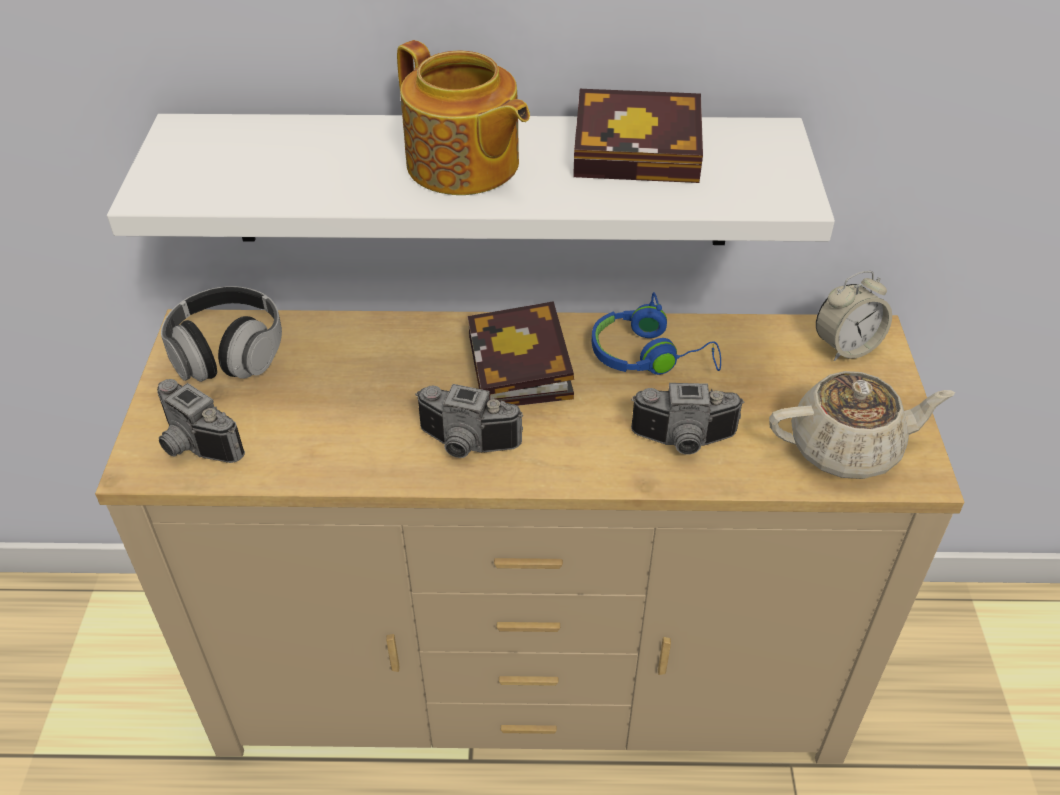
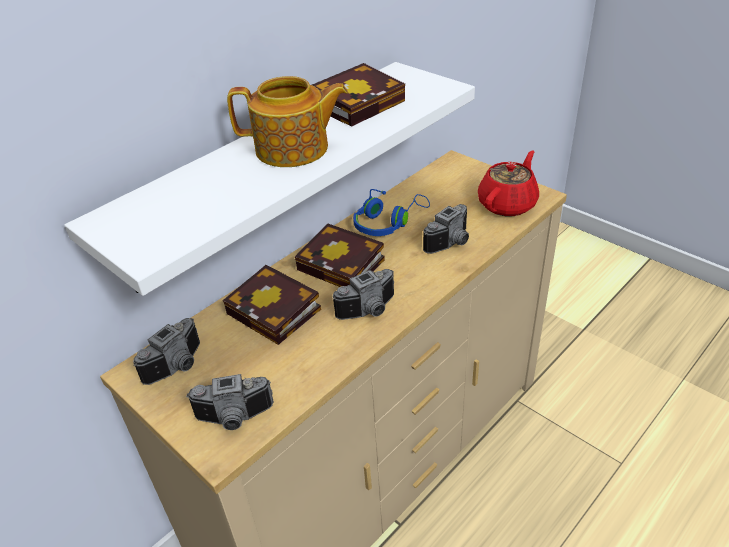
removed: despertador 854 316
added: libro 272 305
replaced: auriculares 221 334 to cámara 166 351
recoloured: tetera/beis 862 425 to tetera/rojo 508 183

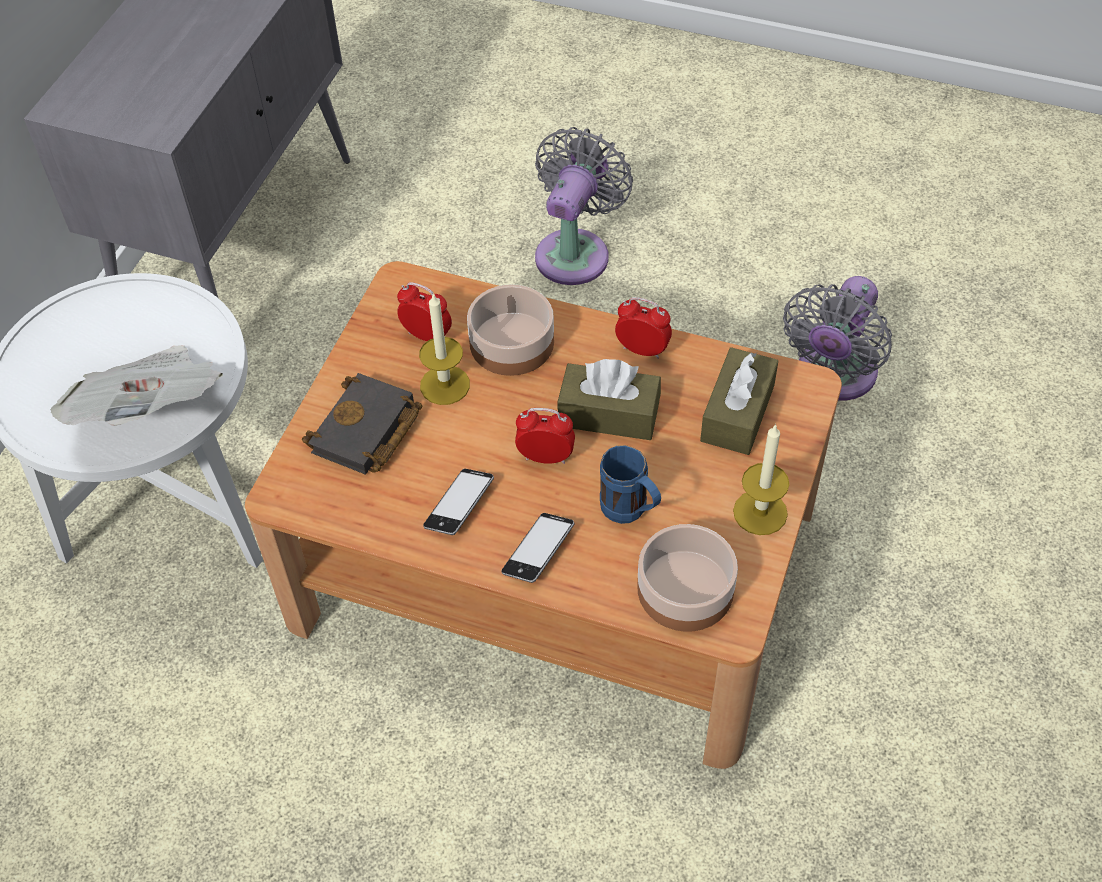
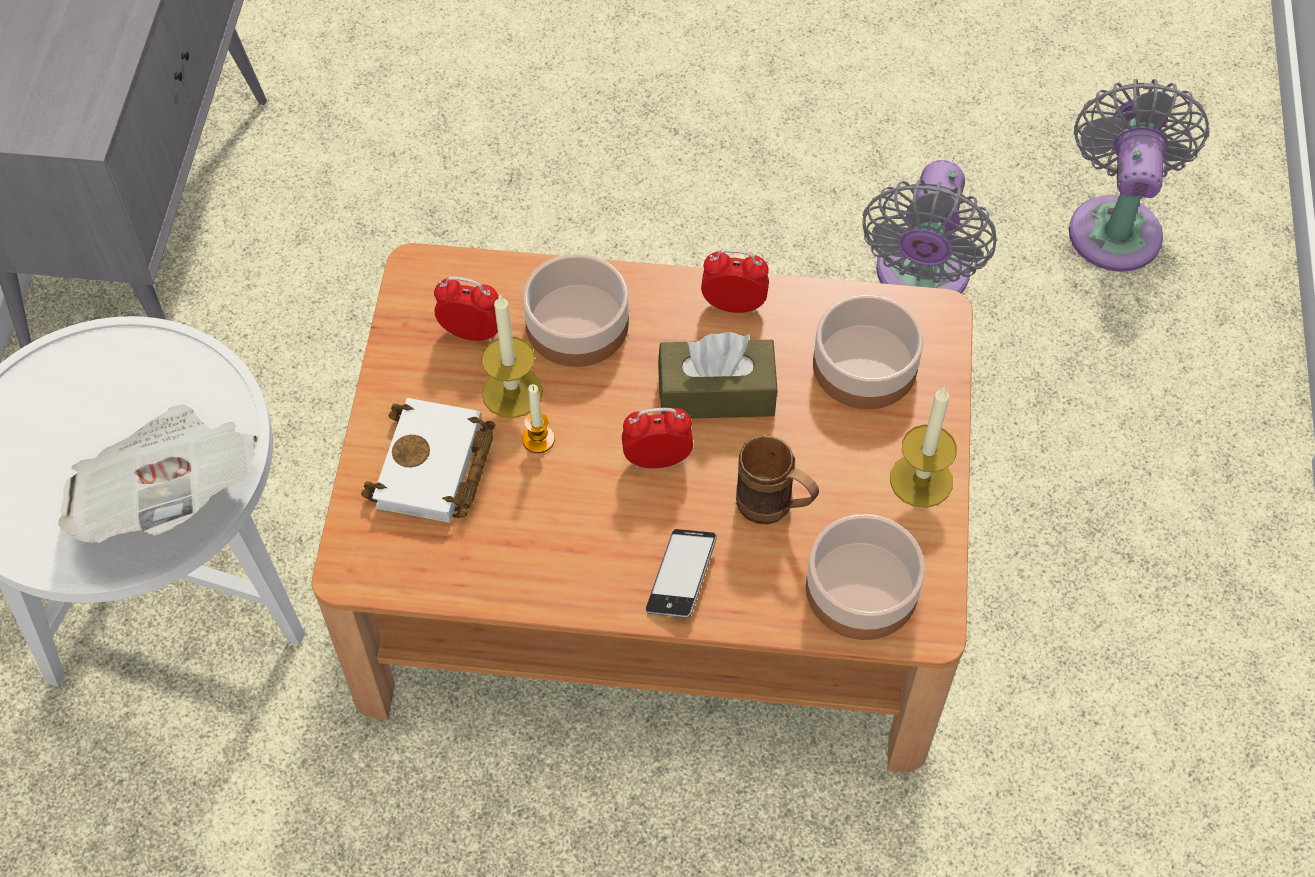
removed: móvil 458 502
added: vela 538 418
moved: ventilador/gris 584 206 to 1139 175
replaced: caja de pañuelos/marrón 739 401 to cuenco 868 351
recoloured: libro/negro 362 424 to libro/blanco 428 460; taza grande/azul 630 484 to taza grande/marrón 777 480

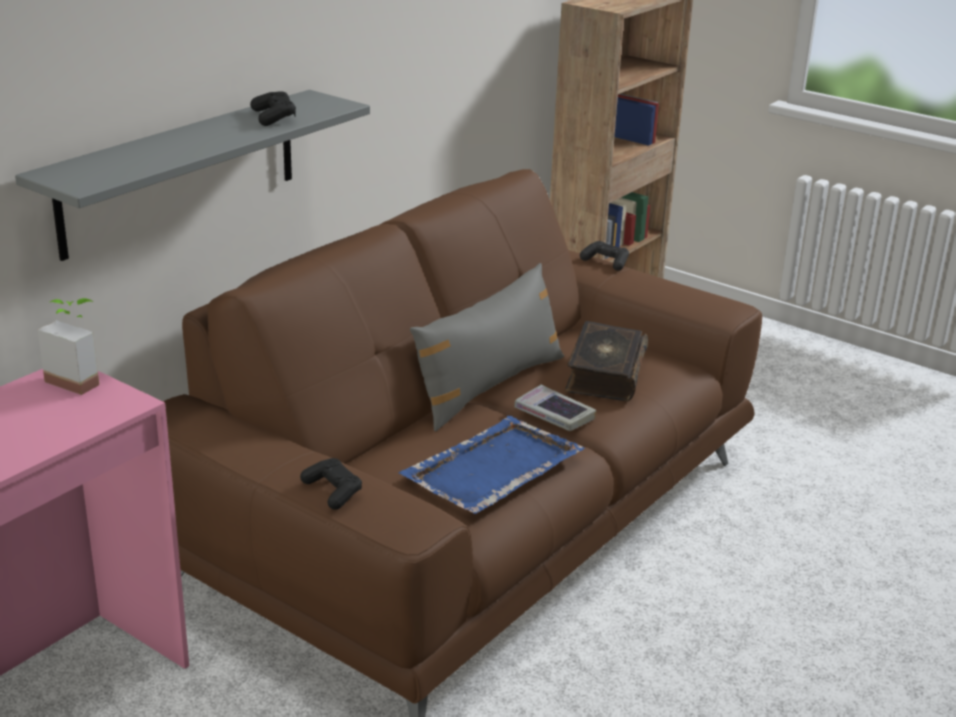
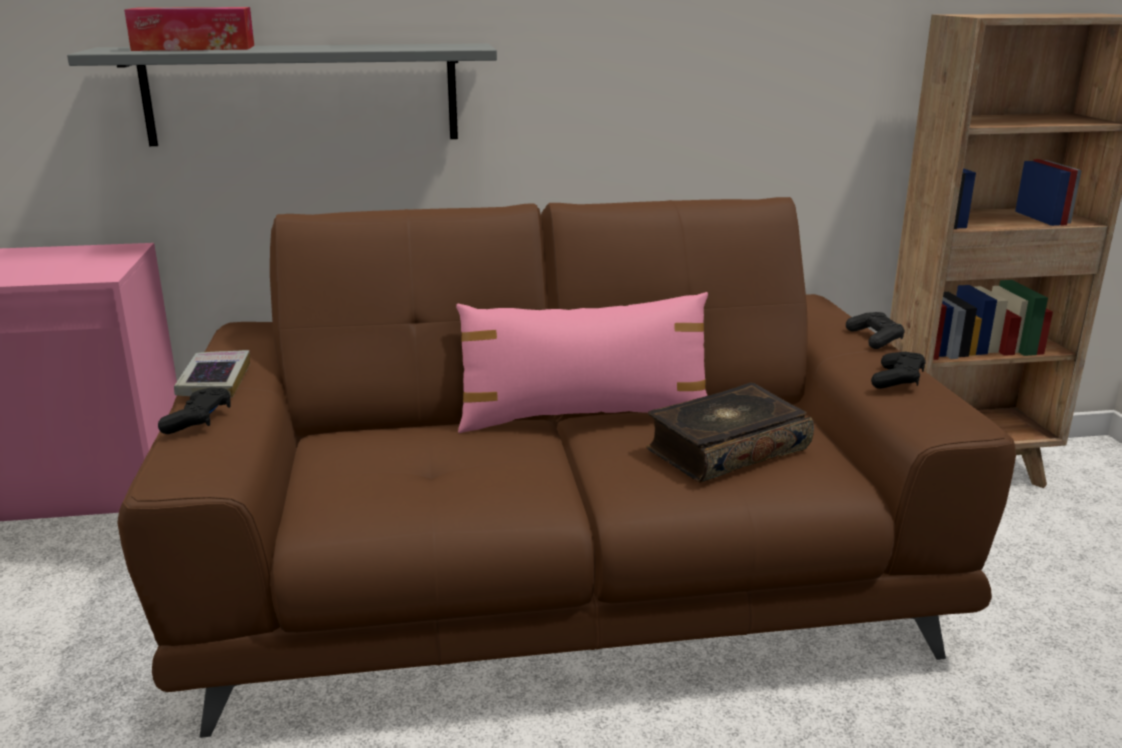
removed: planta en maceta 68 346; bandeja/azul 492 465
added: caja de pañuelos 189 29
moved: libro 555 408 to 212 374; mando de consola/negro 273 108 to 898 370
recoloured: cojín/gris 487 347 to cojín/rosa 582 362

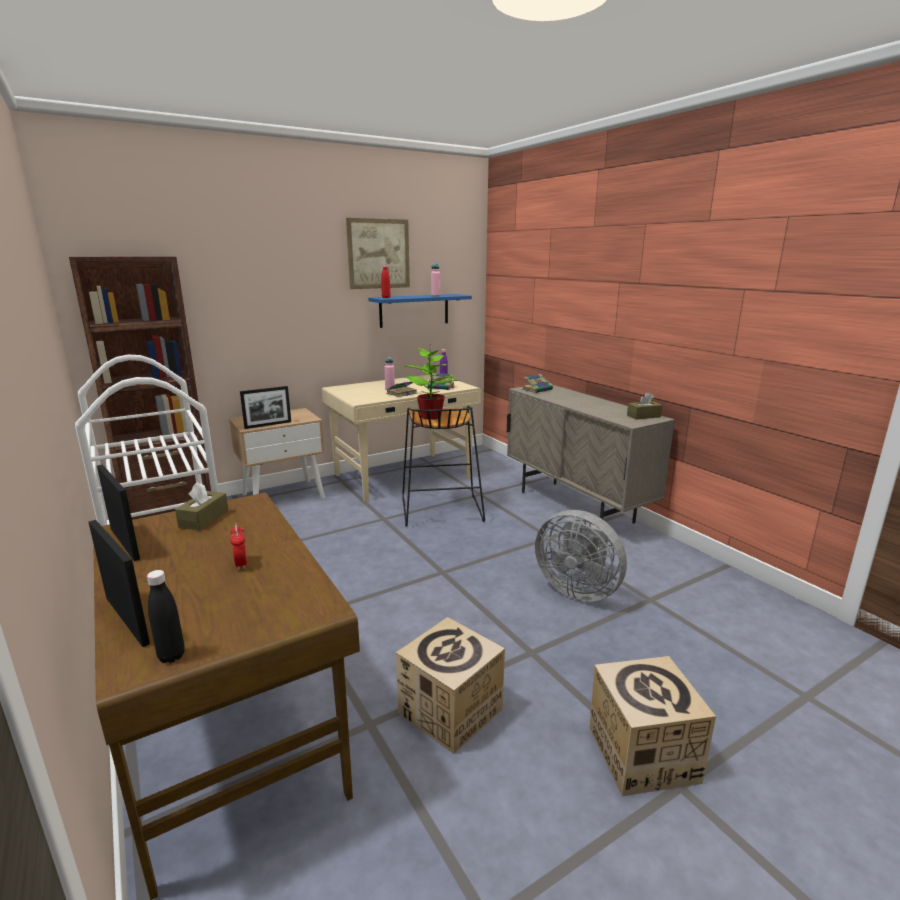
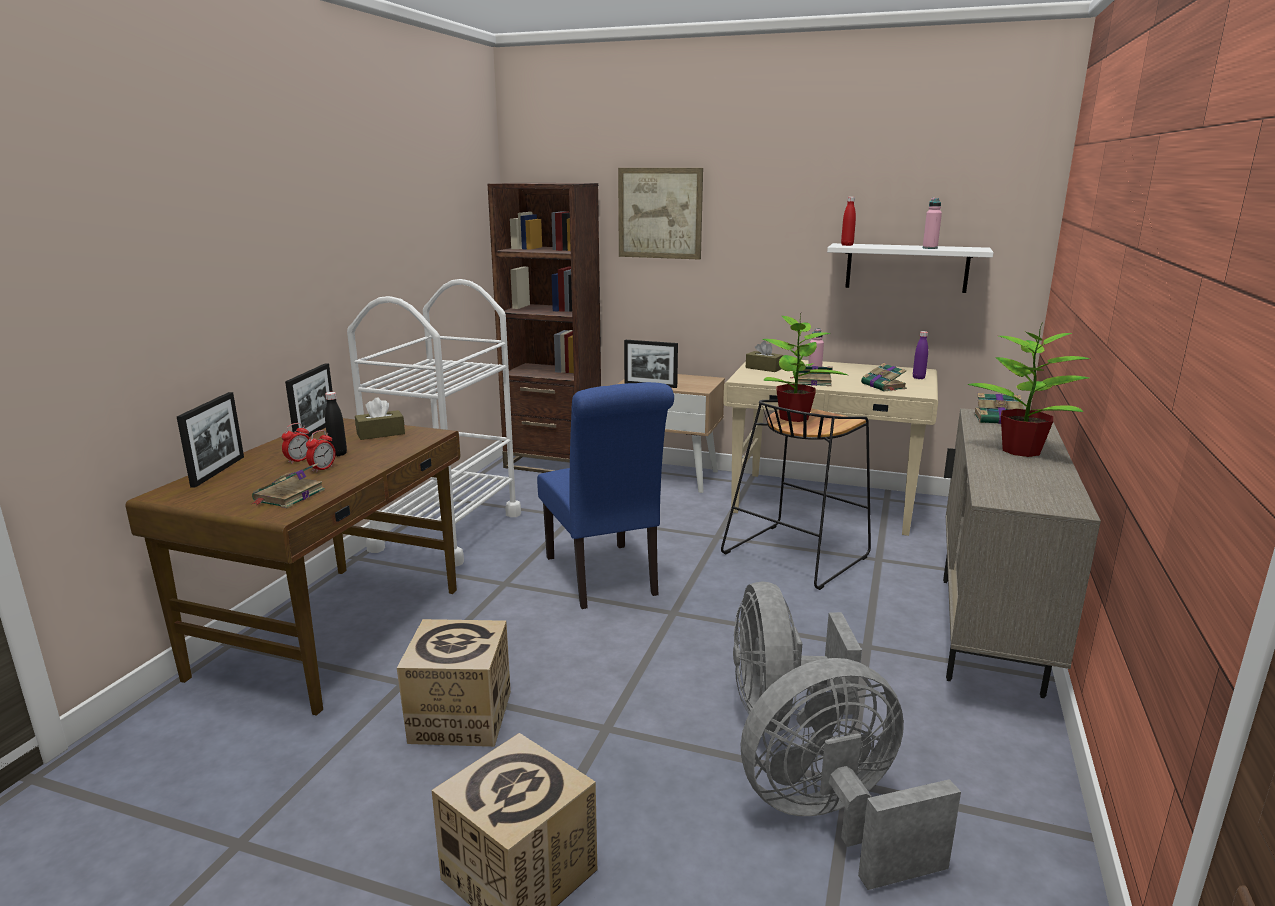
added: libro 288 485; despertador 296 443; silla/azul 605 495; ventilador/gris 851 774; planta en maceta 1029 389
moved: botella/negro 166 616 to 336 424; cuadro 378 253 to 660 214; caja de pañuelos/marrón 645 406 to 764 356
recoloured: estante/azul 420 311 to estante/blanco 910 268

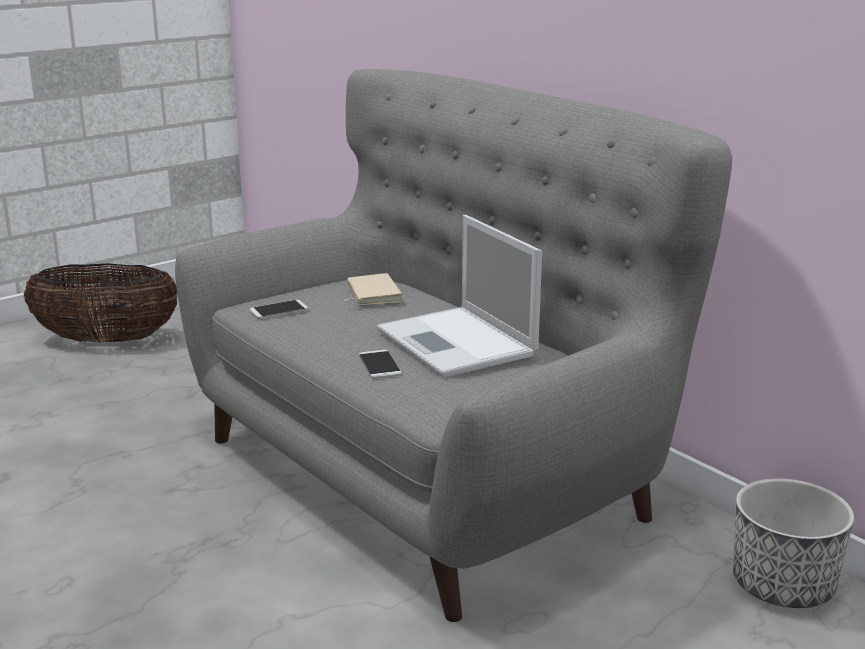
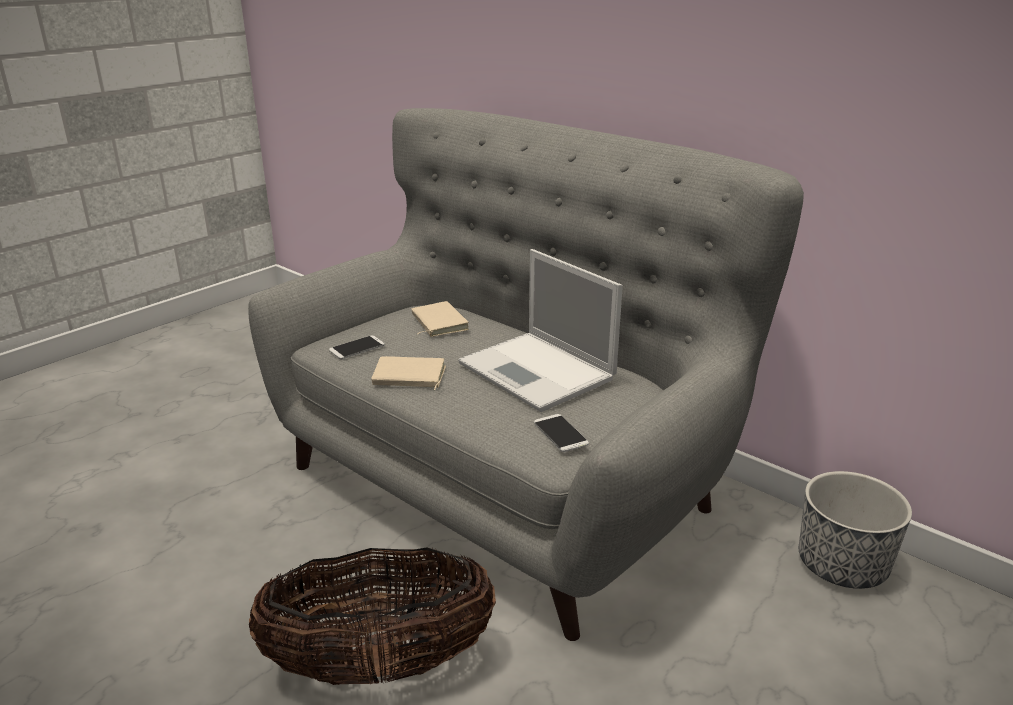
added: libro/beis 408 373
moved: cesta 100 303 to 372 616; móvil 380 364 to 561 433

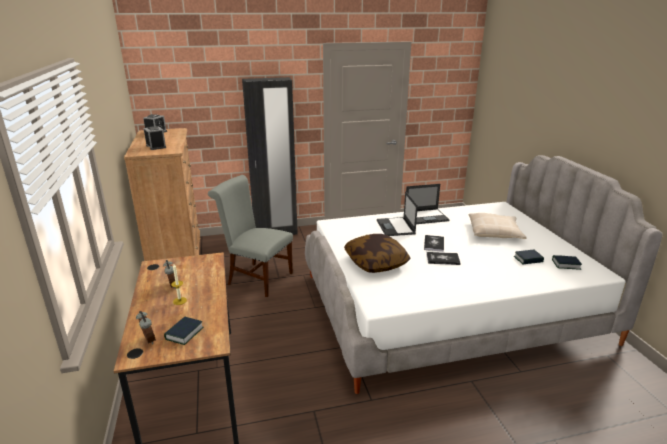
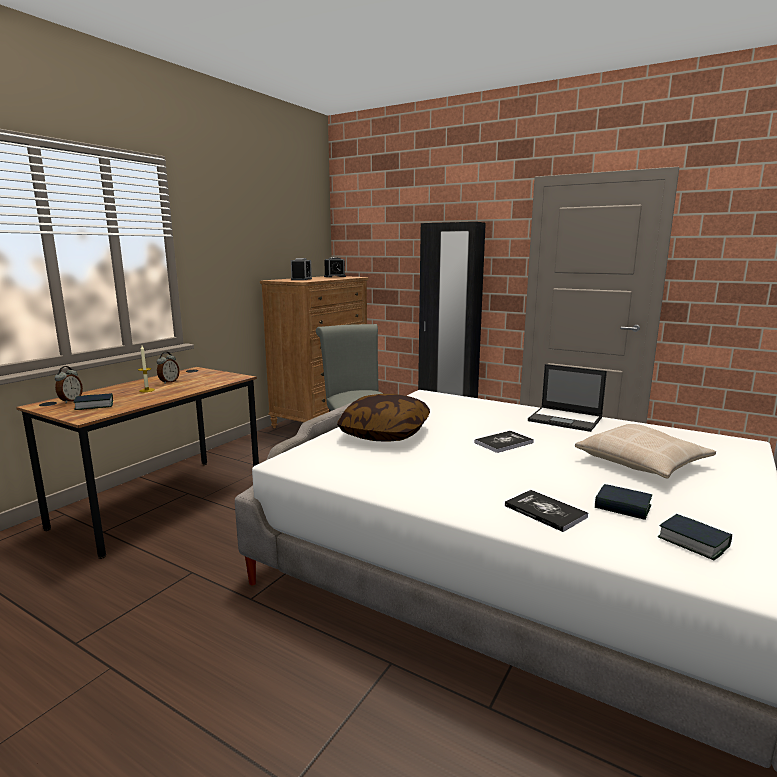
removed: portátil 397 213
moved: libro 443 258 to 546 511

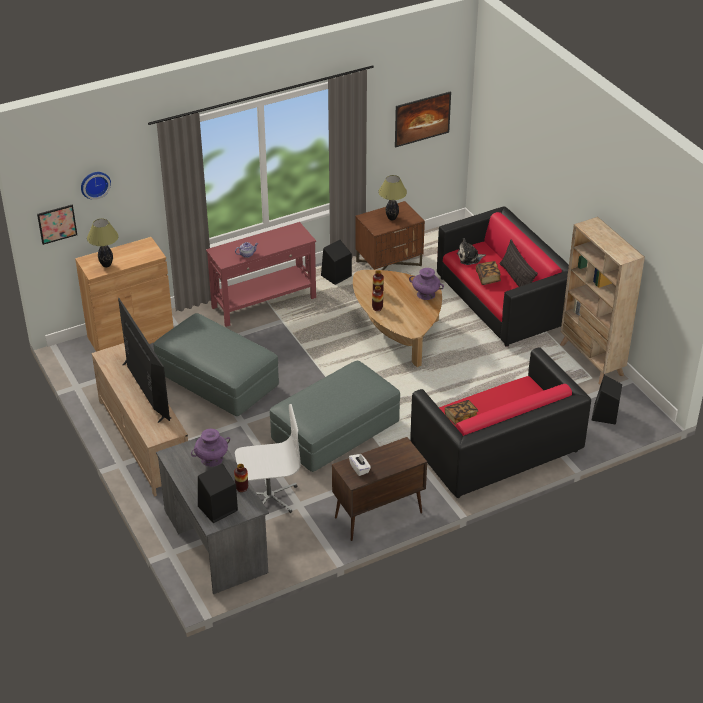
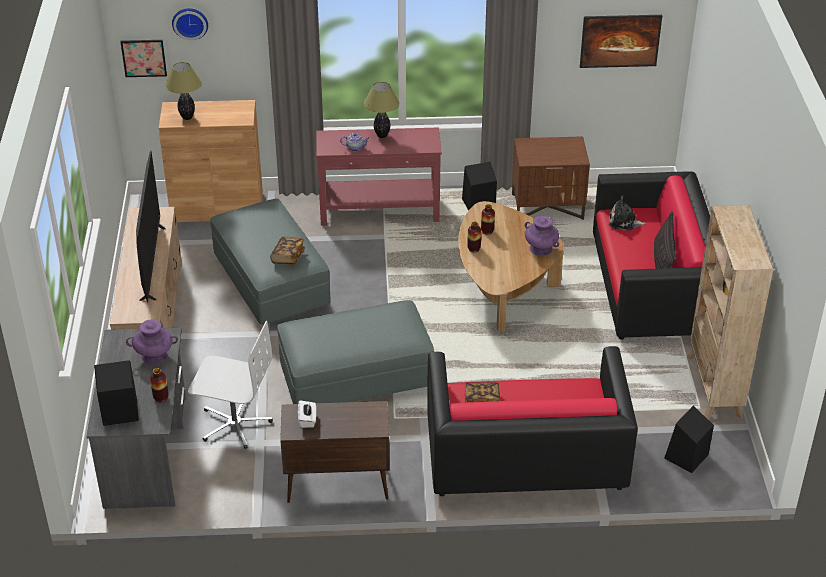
moved: libro 488 273 to 287 251; lámpara de mesa 392 197 to 381 110

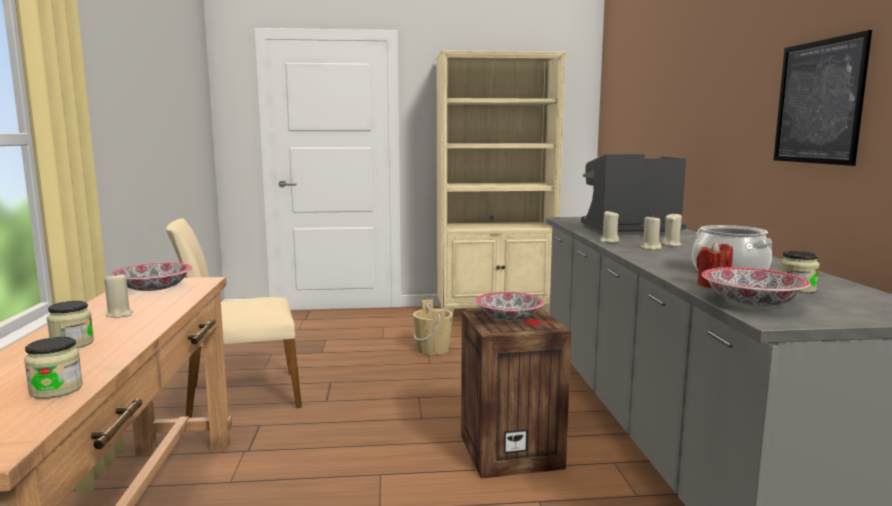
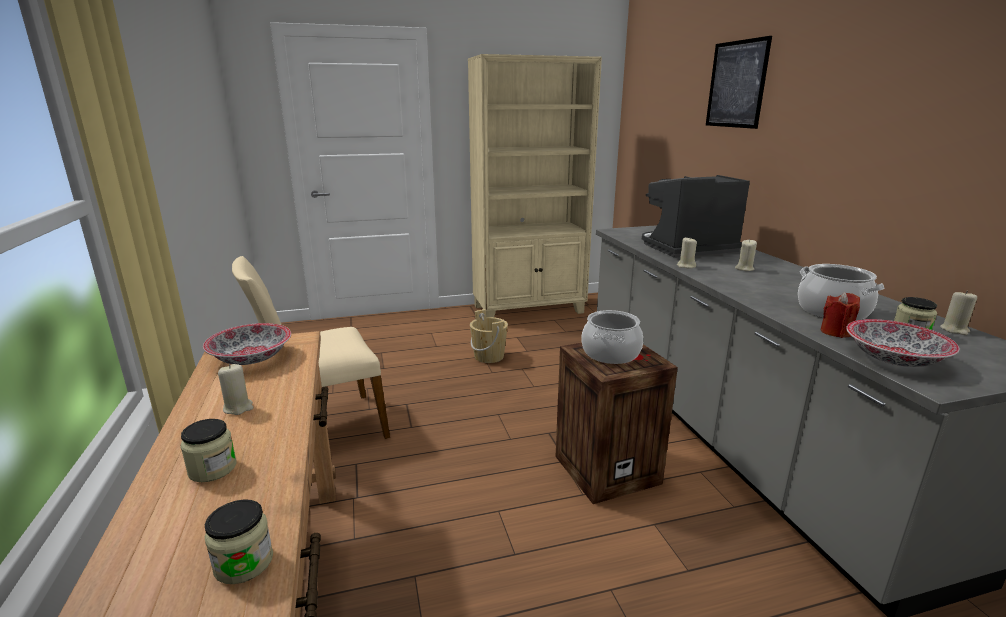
moved: cuadro 823 98 to 739 82; vela/beis 651 232 to 958 313
replaced: cuenco 509 306 to olla 612 337

